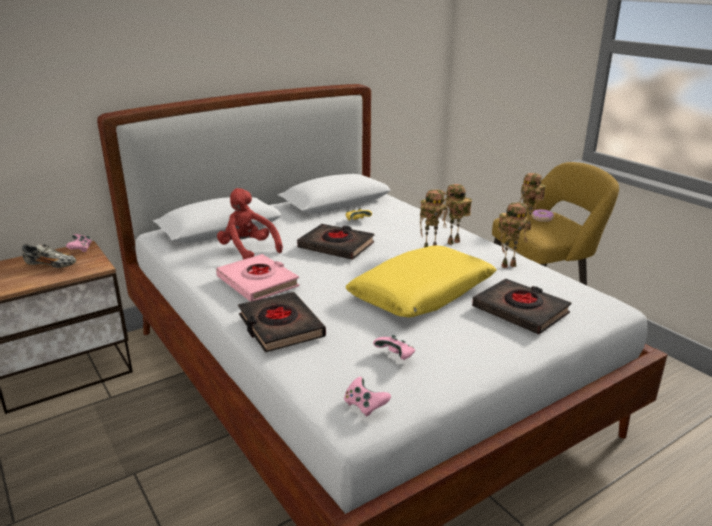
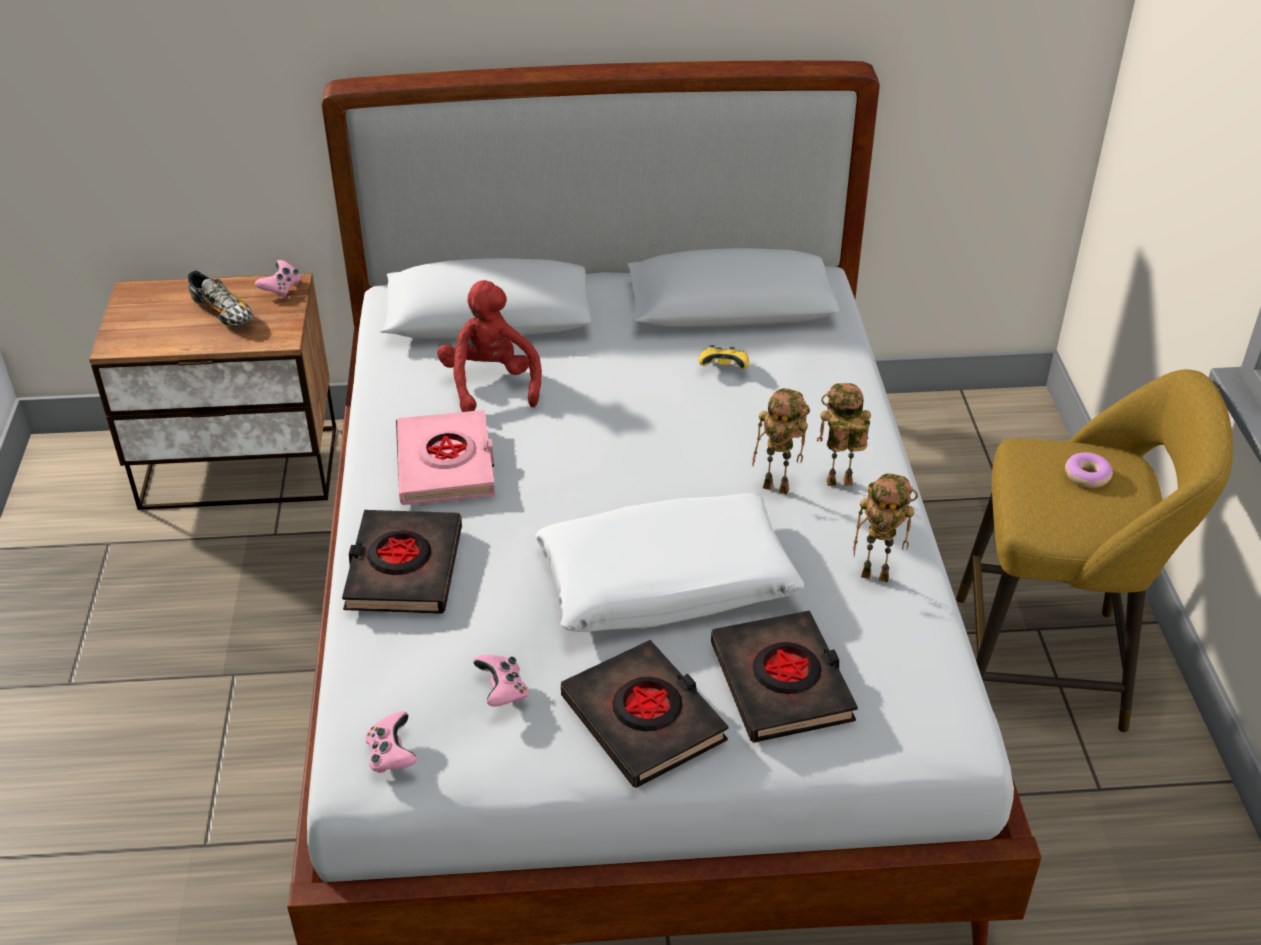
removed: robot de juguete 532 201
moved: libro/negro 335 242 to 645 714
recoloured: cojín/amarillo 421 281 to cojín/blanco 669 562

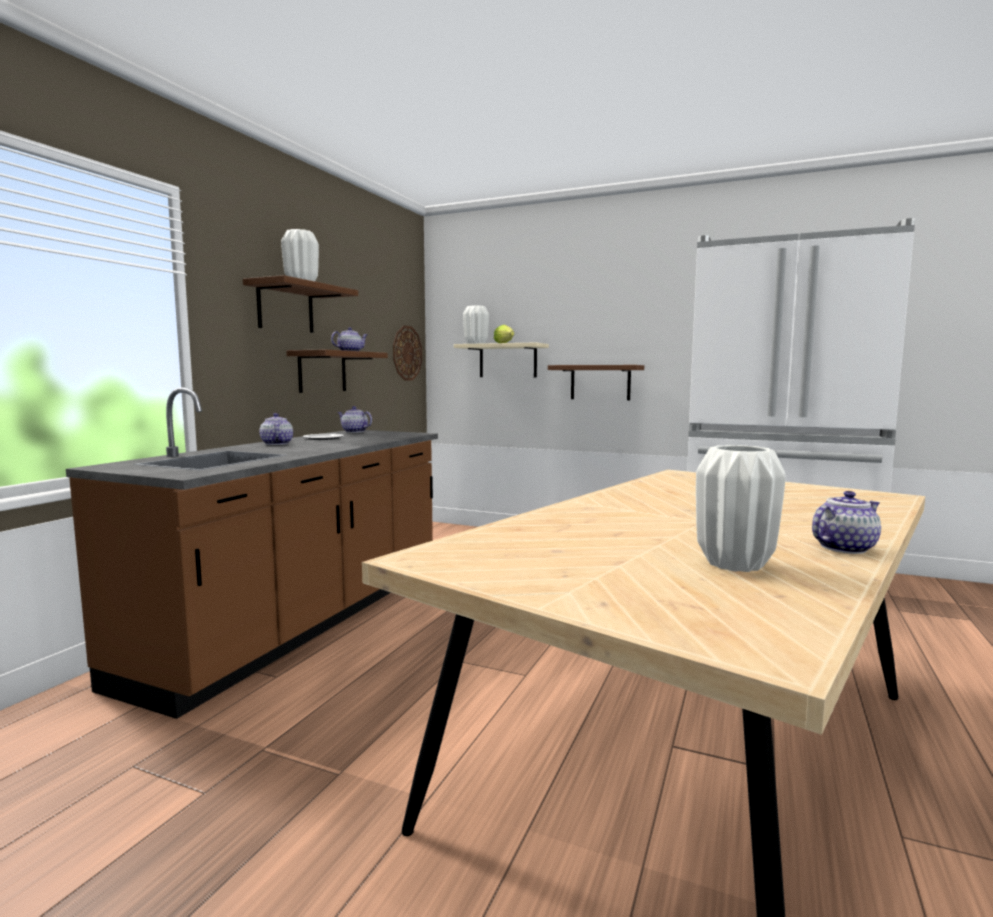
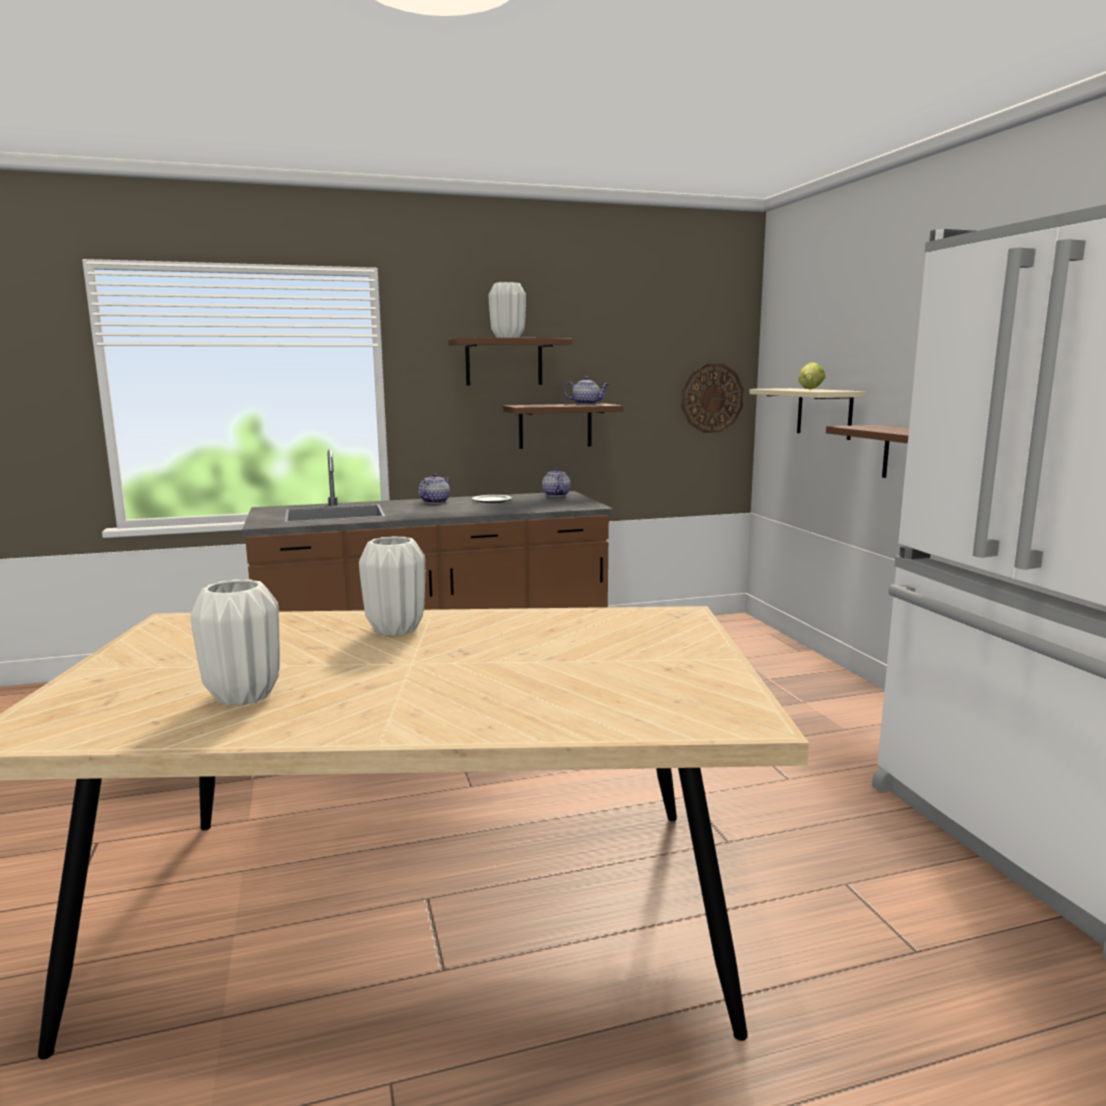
removed: tetera 846 522
moved: florero/blanco 476 324 to 392 586

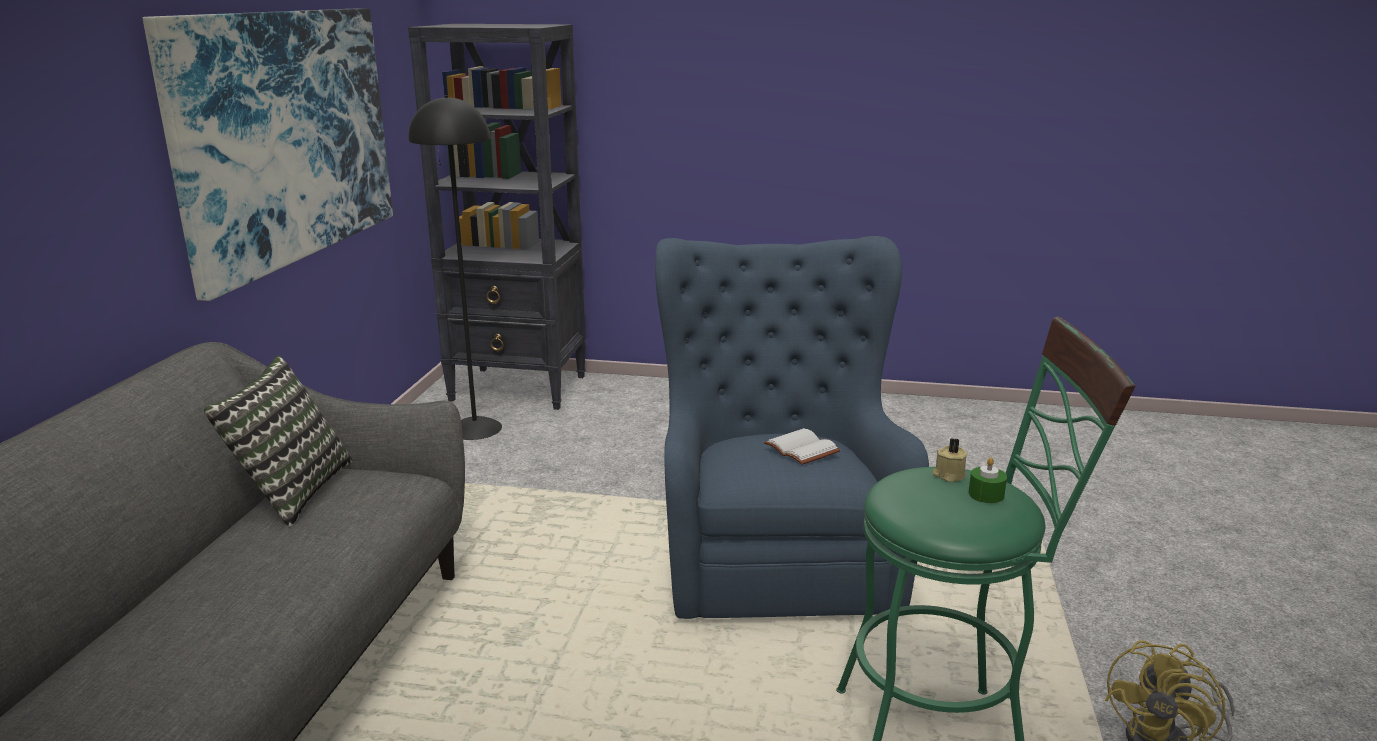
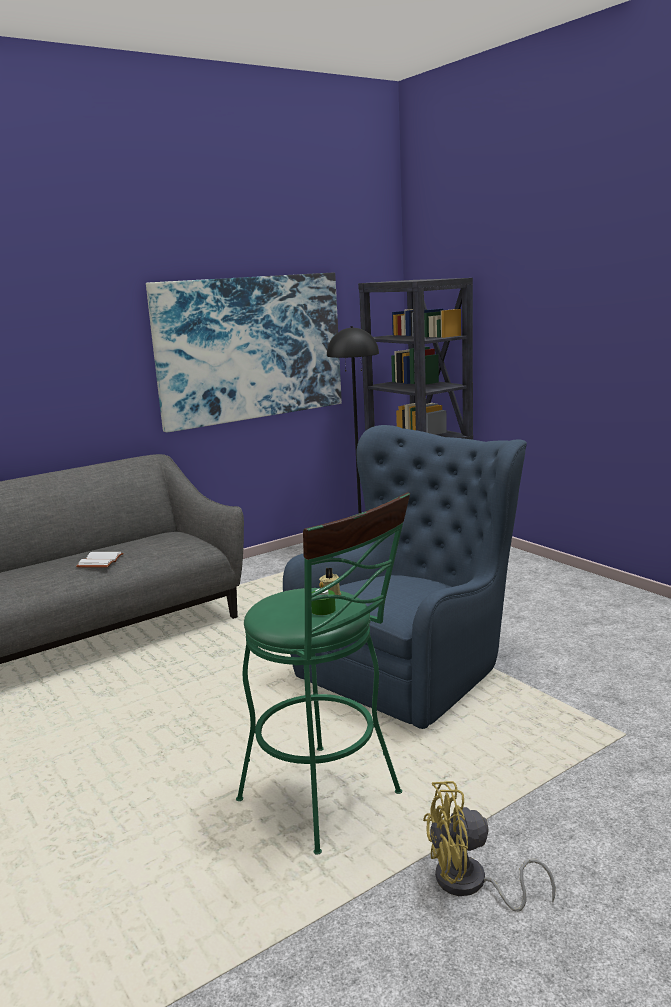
removed: cojín 278 441
moved: libro/blanco 802 446 to 100 560

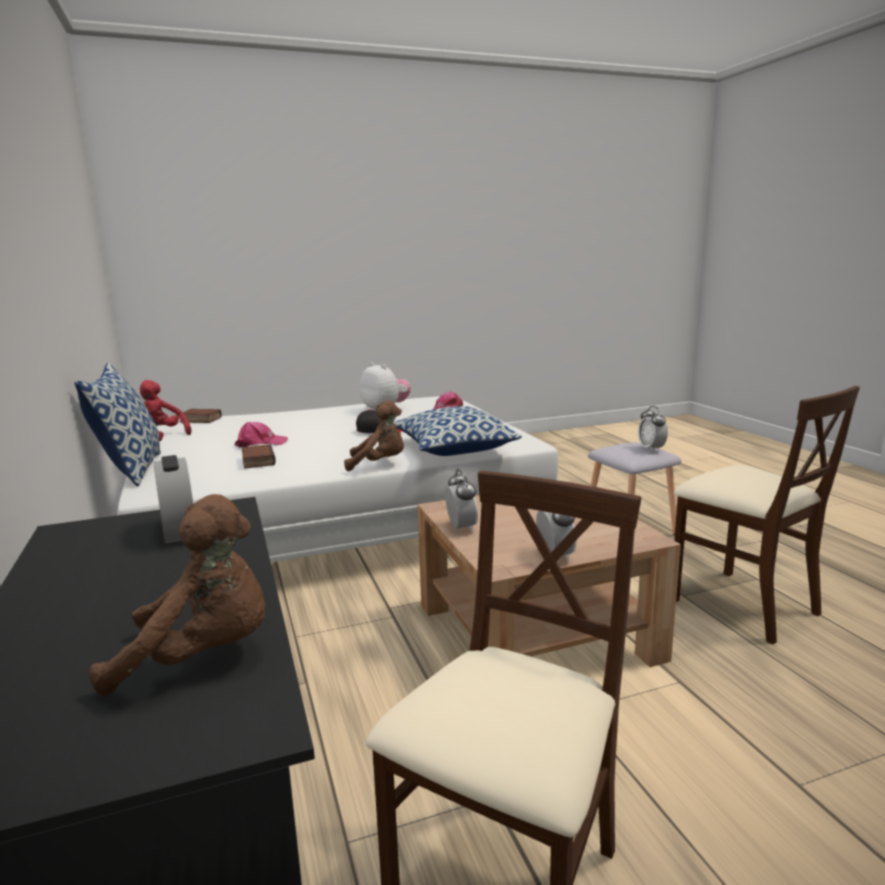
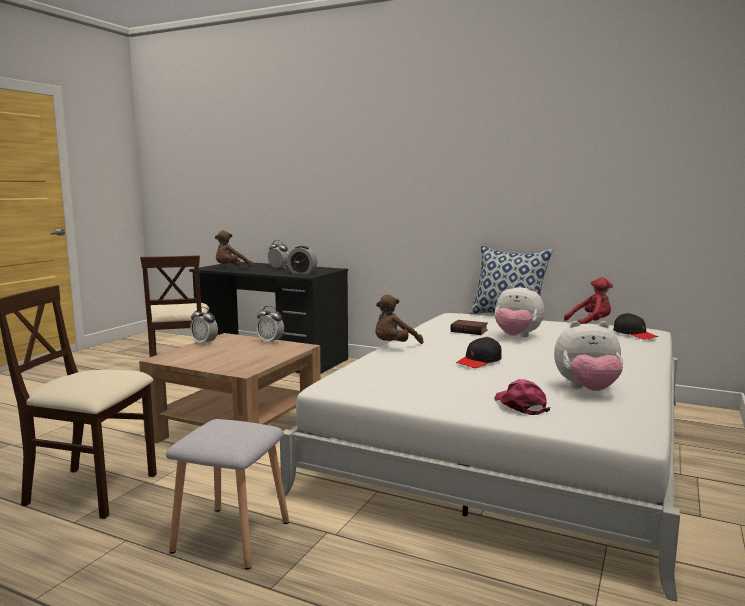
removed: cojín 457 431
moved: despertador 653 429 to 278 254
replaced: gorra/rosa 261 435 to peluche 519 311; libro 200 416 to gorra/negro 635 326

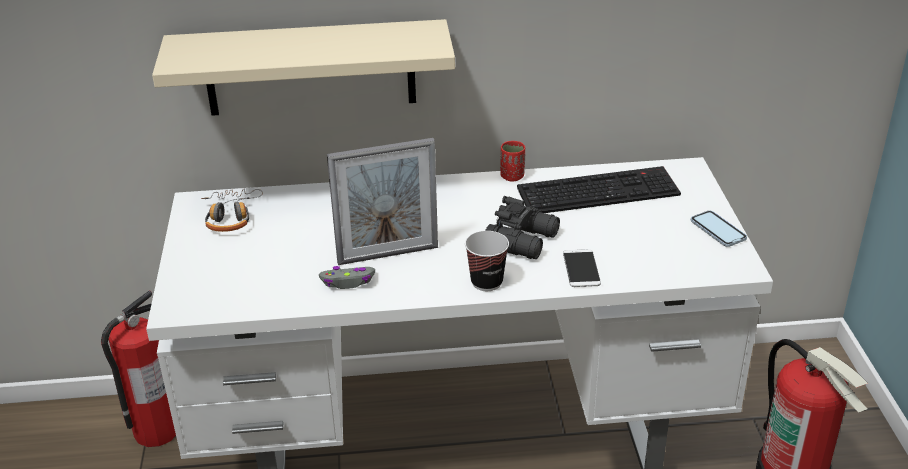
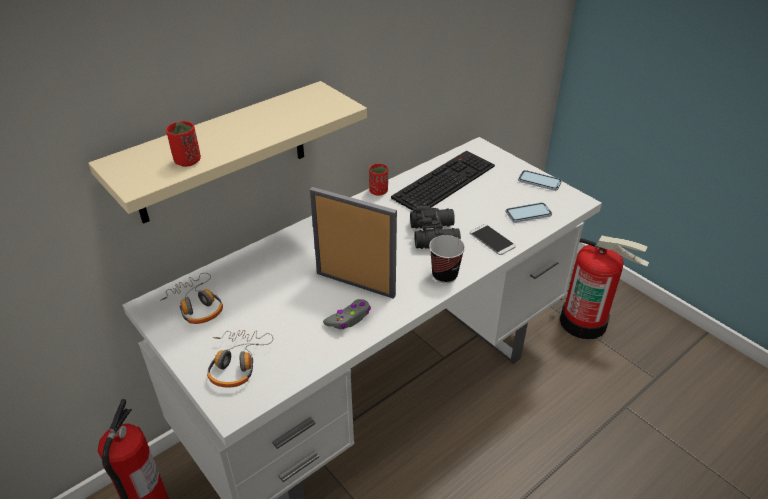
added: taza/rojo 183 144; auriculares 240 359; móvil 529 213
turned: portarretratos 382 201 = 353 243 105 degrees counterclockwise

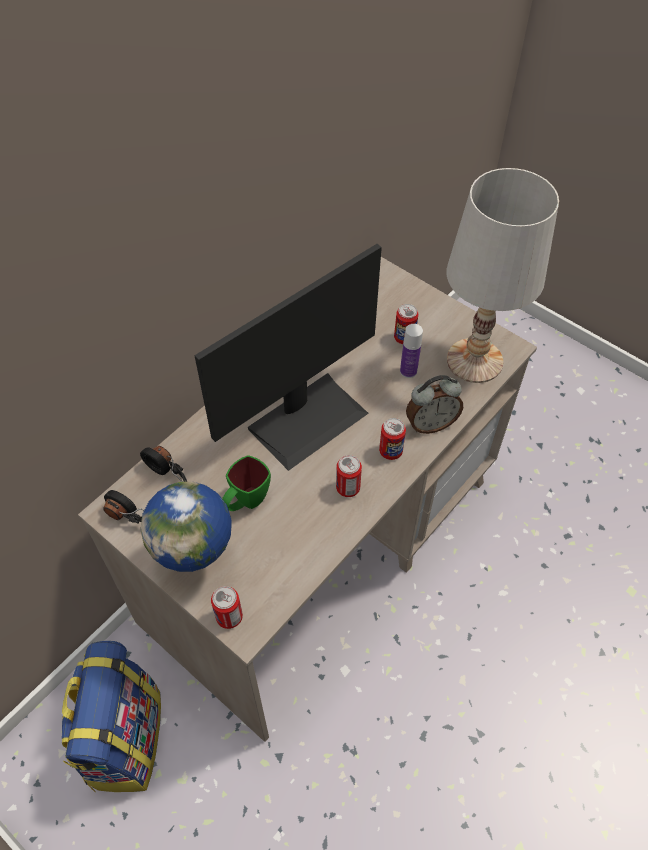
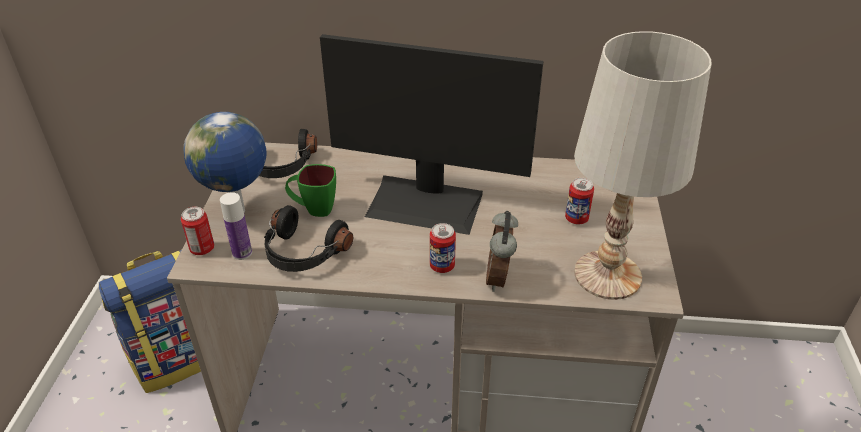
removed: lata 349 476
added: auriculares/negro 308 238
moved: botella 411 351 to 236 226
turned: despertador 434 404 = 502 251 60 degrees clockwise

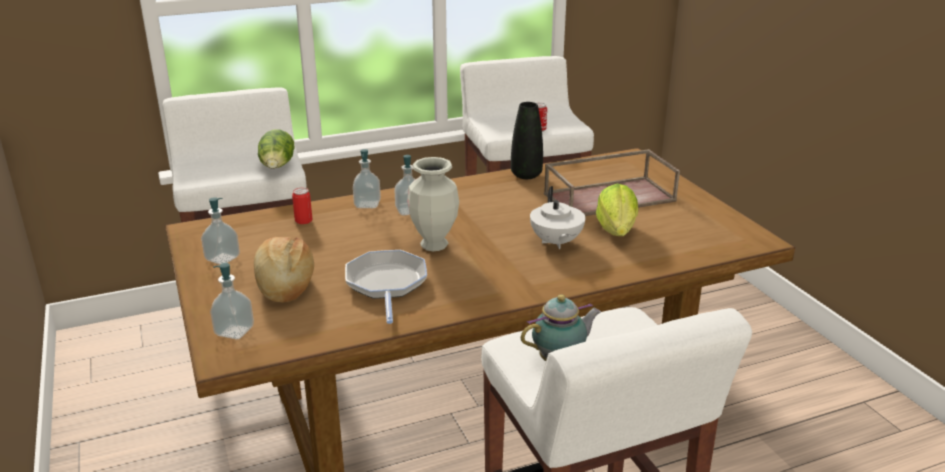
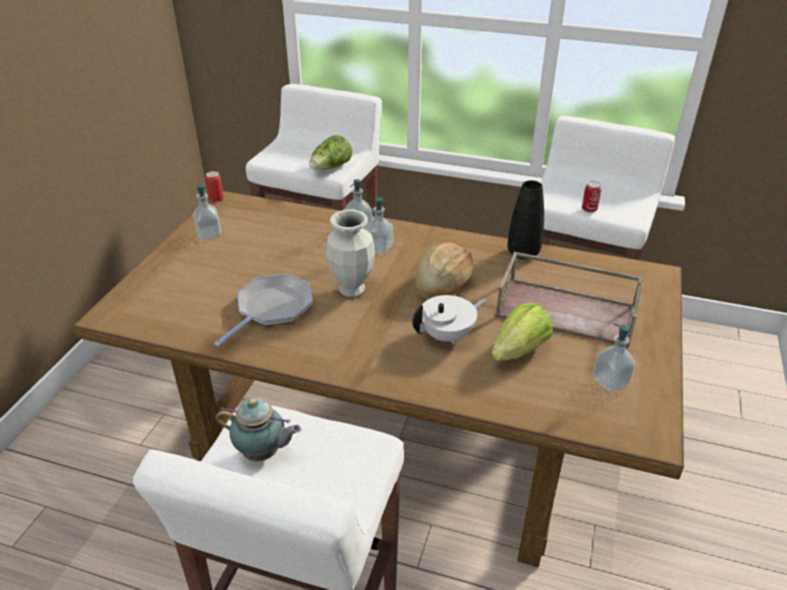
moved: lata 302 206 to 215 186; pan 284 269 to 444 271; dispensador de jabón 232 301 to 614 358
turned: tetera/blanco 558 217 = 449 320 150 degrees counterclockwise

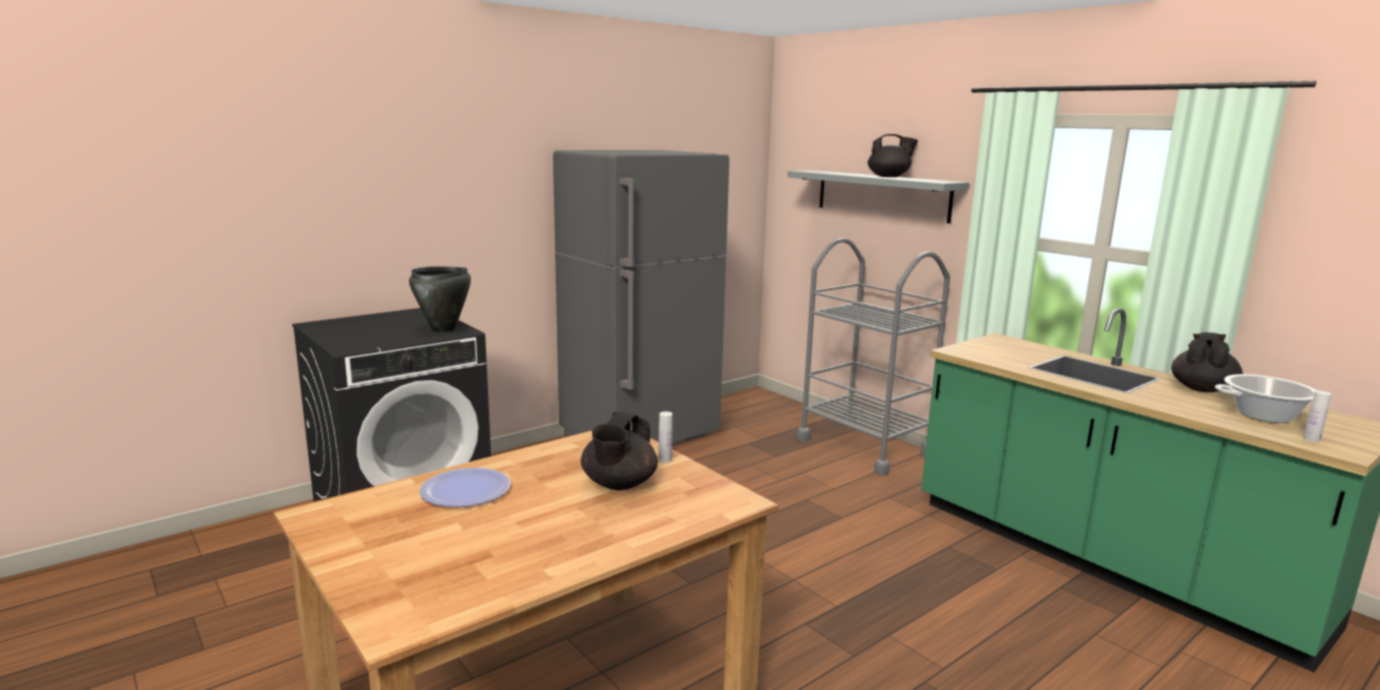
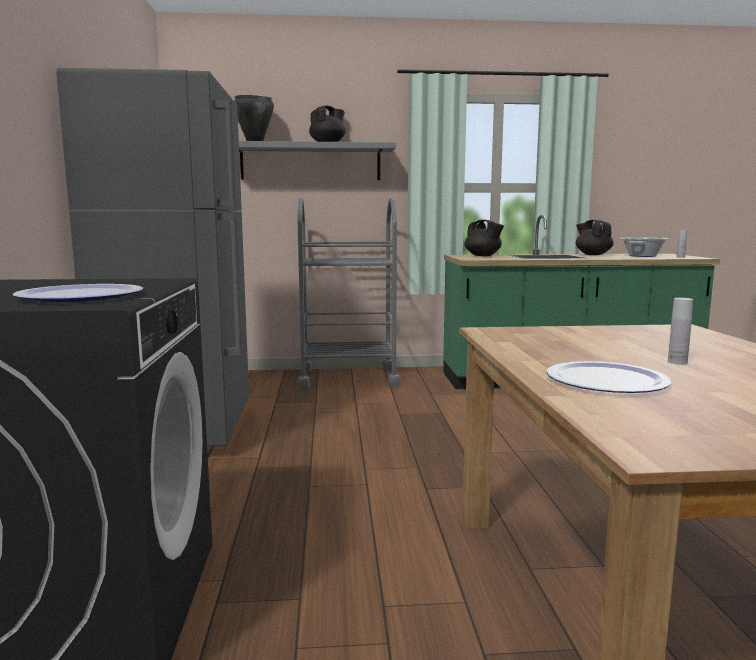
added: plato 78 293
moved: olla/negro 440 299 to 254 118; tetera/negro 619 451 to 484 238; botella/blanco 665 437 to 680 331

